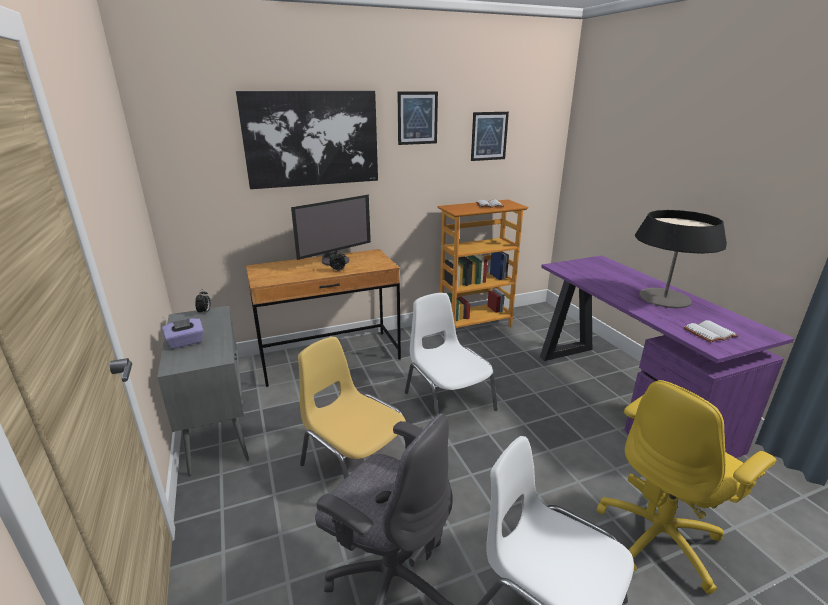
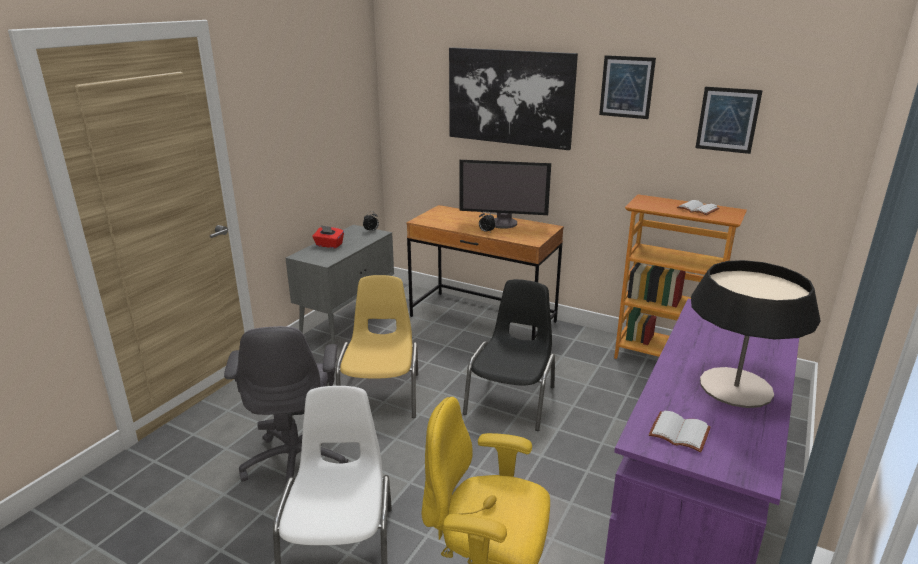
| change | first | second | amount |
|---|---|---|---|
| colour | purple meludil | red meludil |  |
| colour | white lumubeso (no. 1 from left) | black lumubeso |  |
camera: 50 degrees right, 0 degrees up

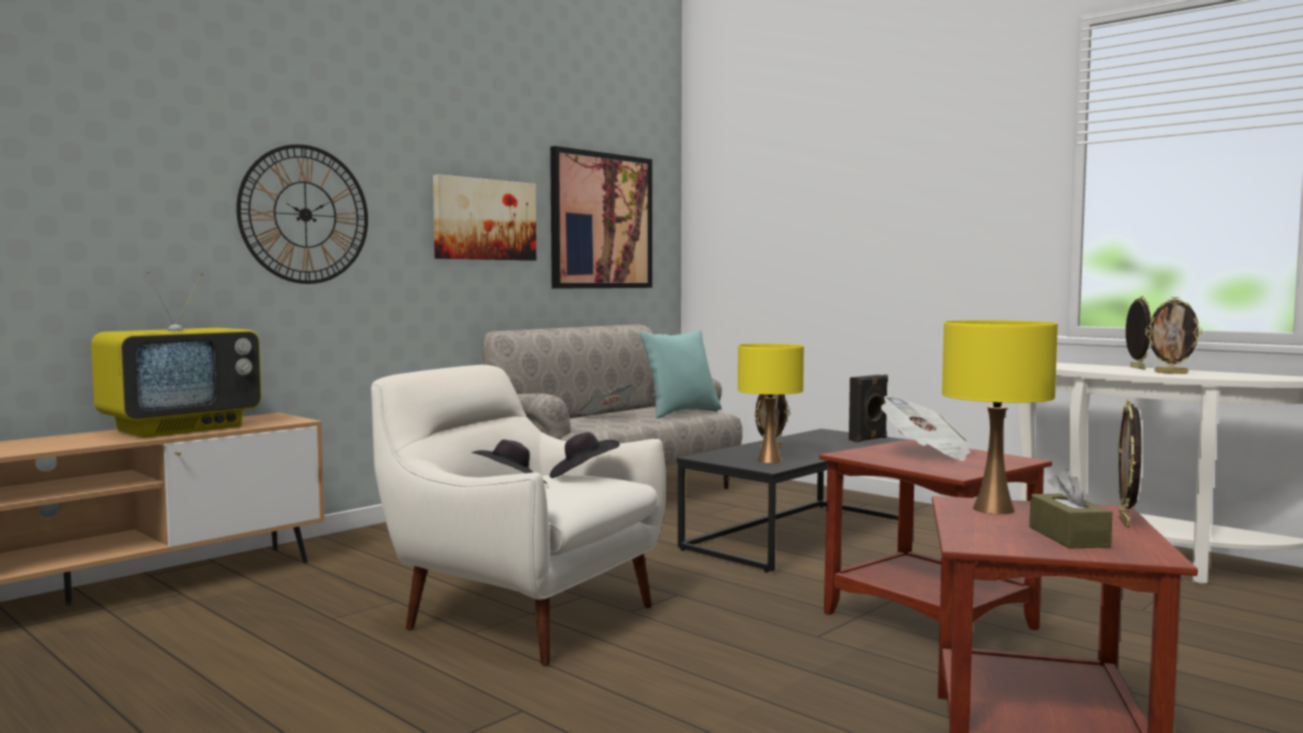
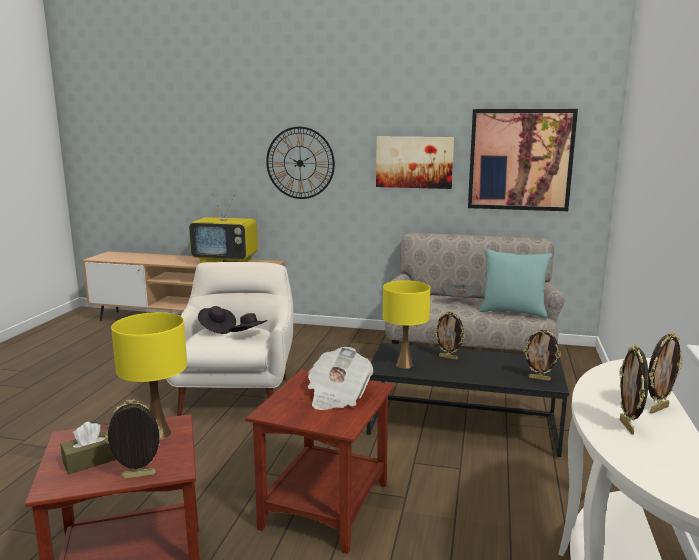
| change | first | second | amount |
|---|---|---|---|
| exchanged | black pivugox | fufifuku (no. 3 from left) |  |
camera: 60 degrees right, 10 degrees up

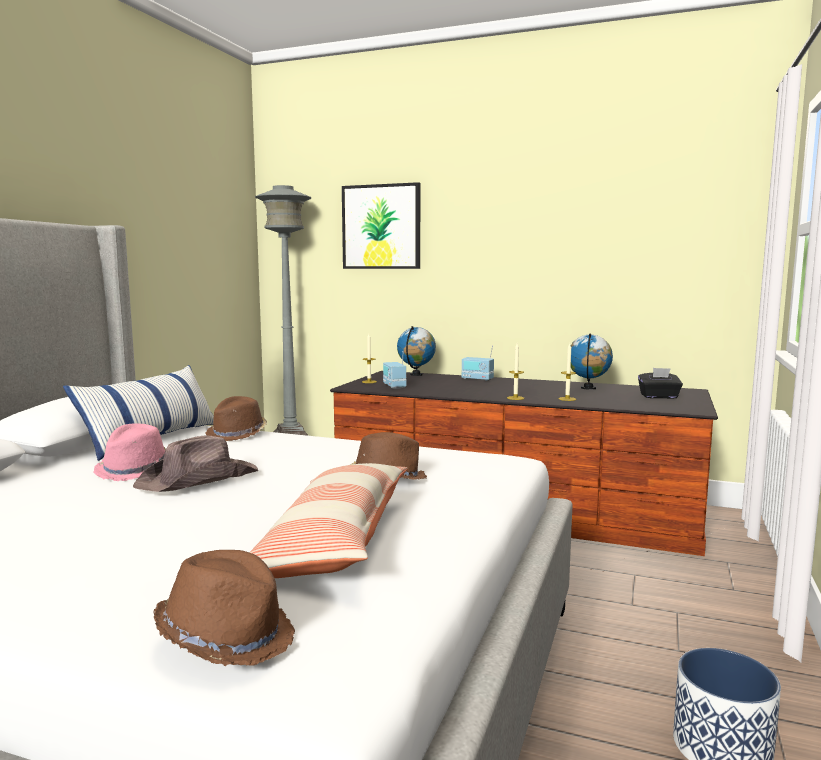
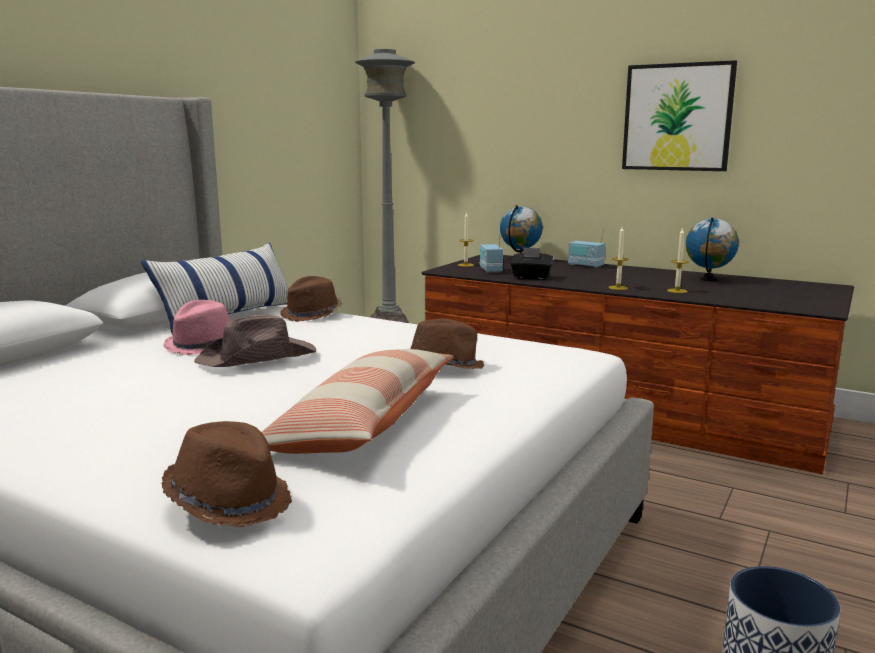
| change | first | second | amount |
|---|---|---|---|
| relocated | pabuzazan |  |  |
| relocated | black meludil |  |  |
camera: 10 degrees right, 5 degrees up

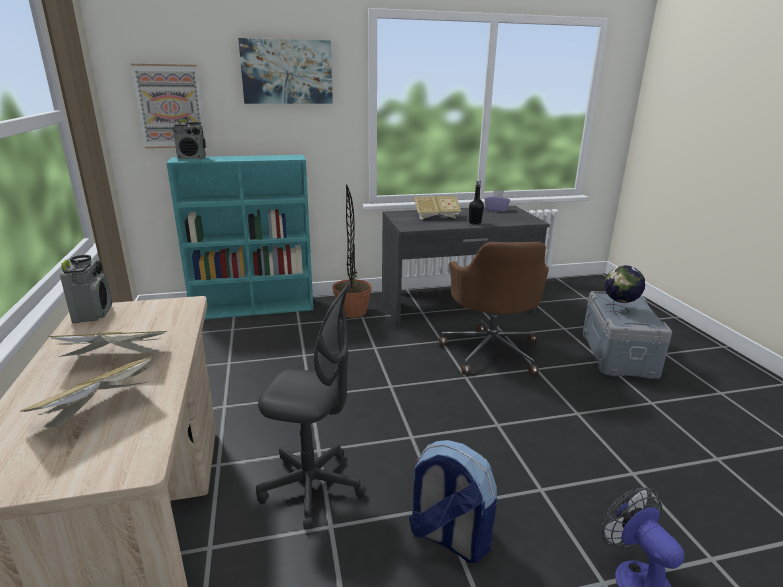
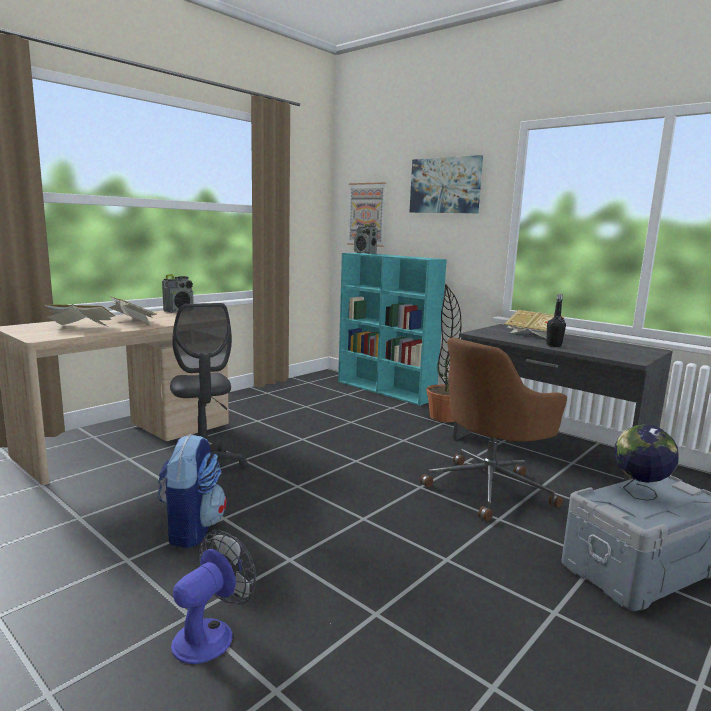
| change | first | second | amount |
|---|---|---|---|
| missing | purple meludil |  |  |
camera: 55 degrees right, 10 degrees down

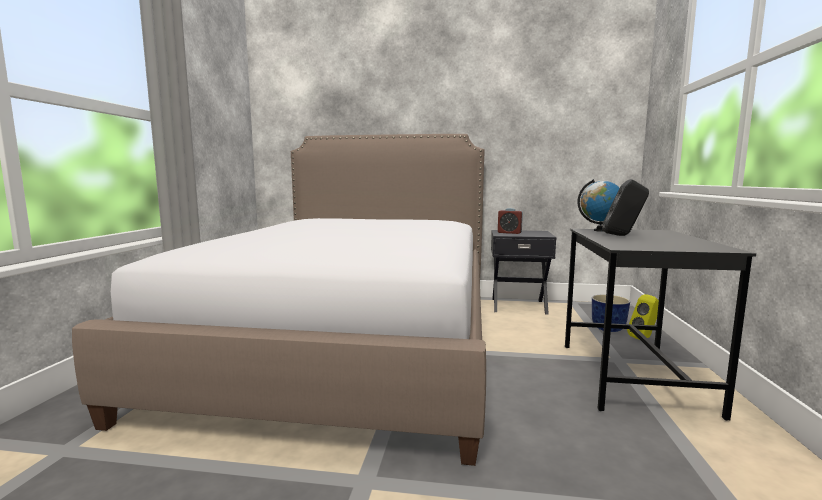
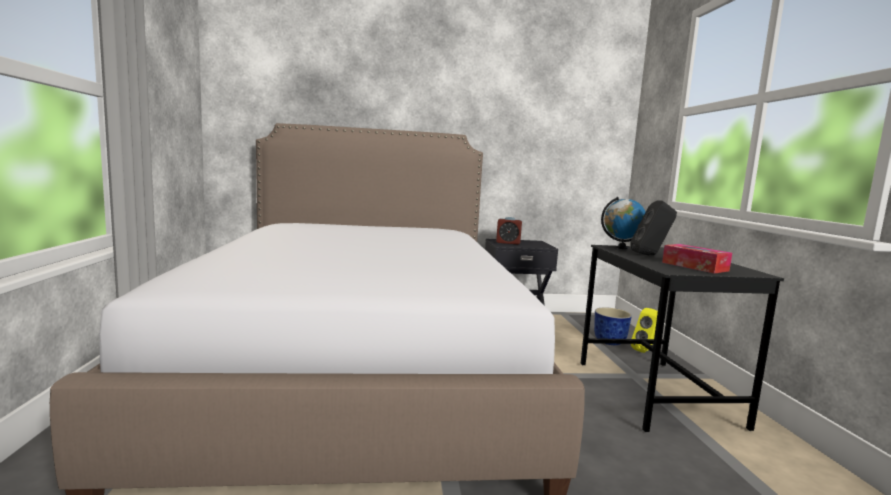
| change | first | second | amount |
|---|---|---|---|
| appeared |  | meludil |  |
camera: 15 degrees left, 0 degrees up

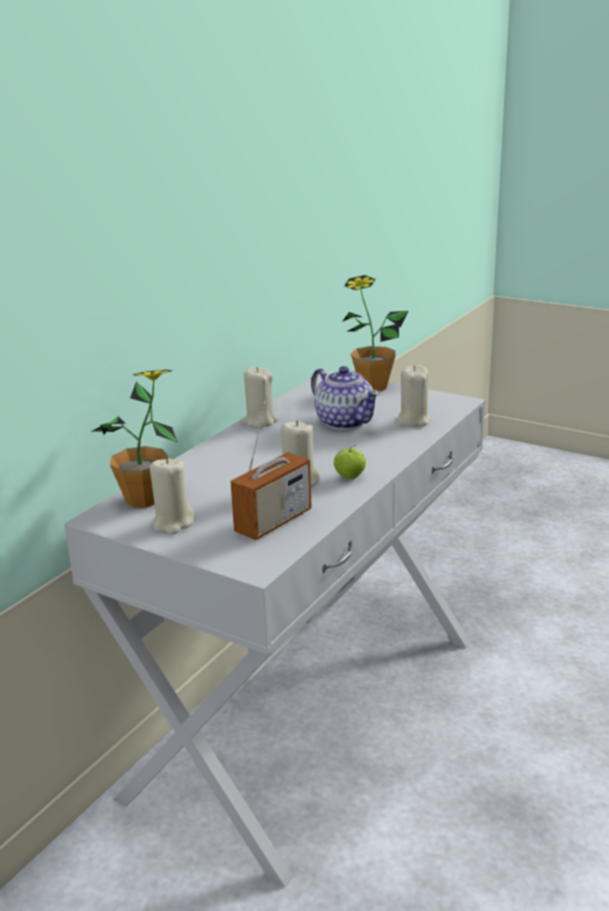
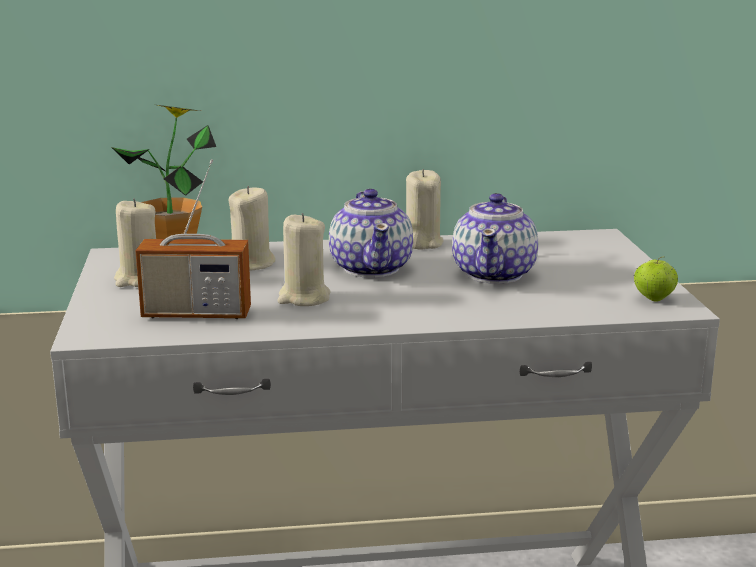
| change | first | second | amount |
|---|---|---|---|
| missing | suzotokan (no. 2 from left) |  |  |
| appeared |  | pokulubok (no. 1 from left) |  |
| relocated | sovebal |  |  |
| relocated | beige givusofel (no. 4 from left in the first image) | beige givusofel (no. 2 from left) |  |
camera: 50 degrees right, 5 degrees down

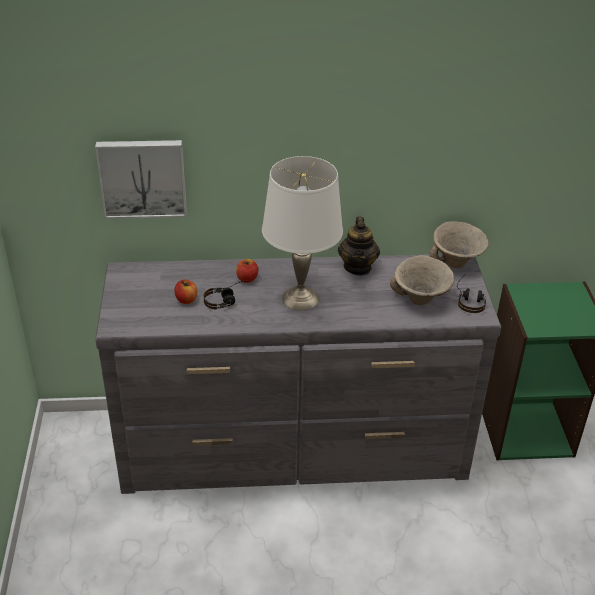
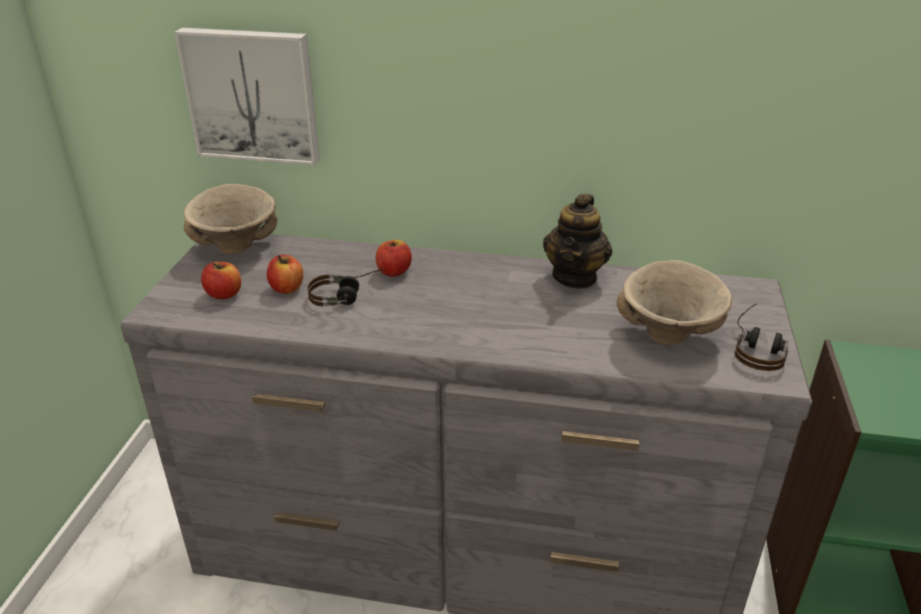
| change | first | second | amount |
|---|---|---|---|
| missing | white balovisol |  |  |
| appeared |  | sovebal (no. 1 from left) |  |
| relocated | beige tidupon (no. 2 from left in the first image) | beige tidupon (no. 1 from left) |  |
camera: 15 degrees right, 5 degrees down

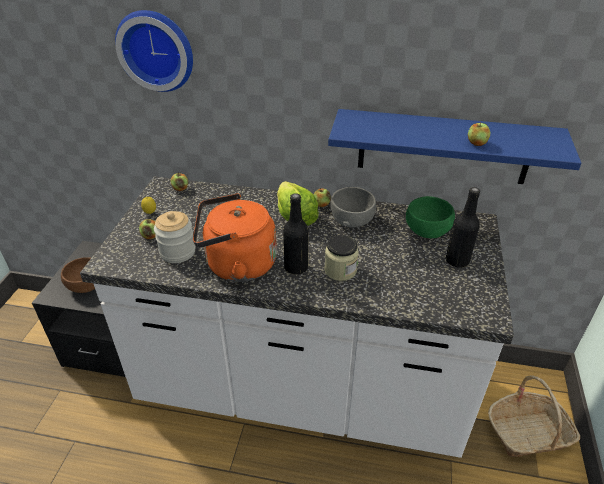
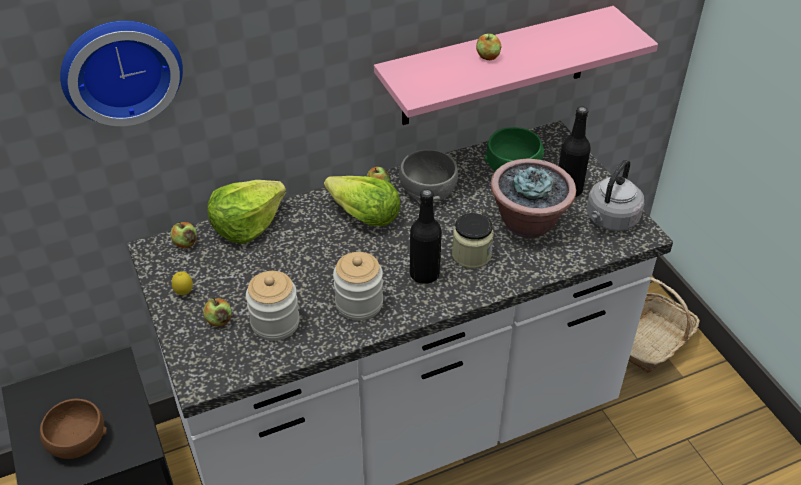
| change | first | second | amount |
|---|---|---|---|
| appeared |  | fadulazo (no. 1 from left) |  |
| appeared |  | suzotokan |  |
| appeared |  | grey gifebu |  |
| relocated | sovebal (no. 4 from left) |  |  |
| exchanged | orange gifebu | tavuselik (no. 2 from left) |  |
| colour | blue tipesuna | pink tipesuna |  |
camera: 35 degrees left, 5 degrees up

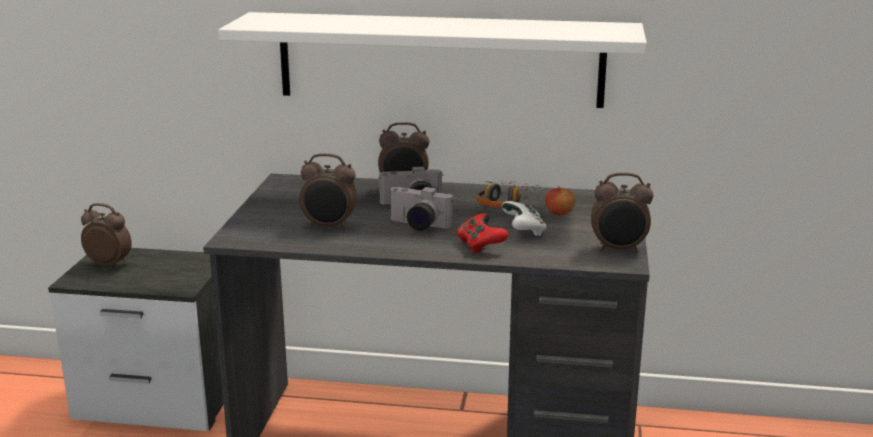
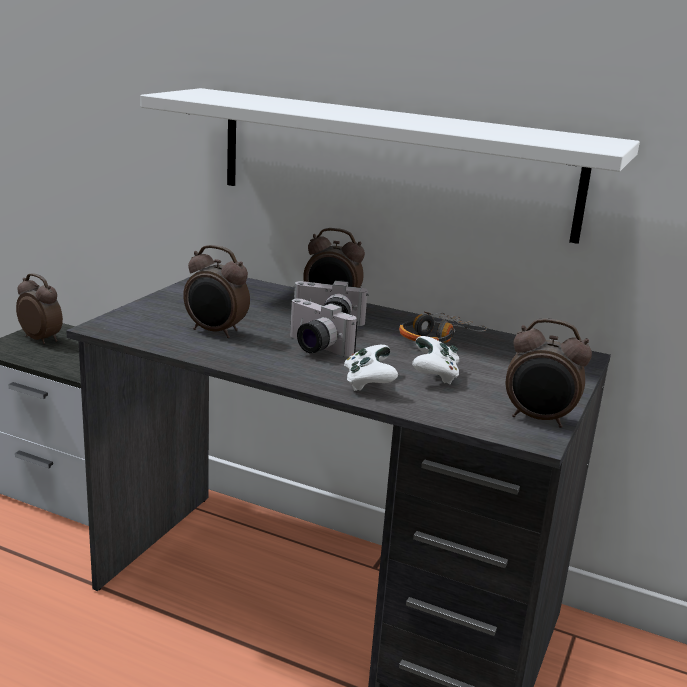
| change | first | second | amount |
|---|---|---|---|
| missing | sovebal |  |  |
| colour | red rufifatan | white rufifatan (no. 1 from left) |  |
camera: 15 degrees right, 0 degrees up

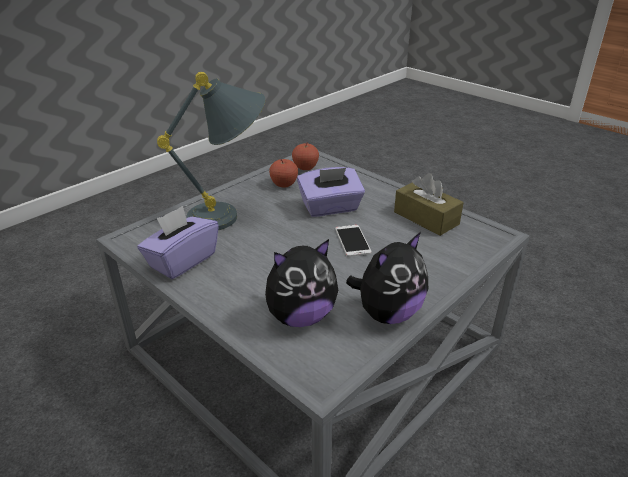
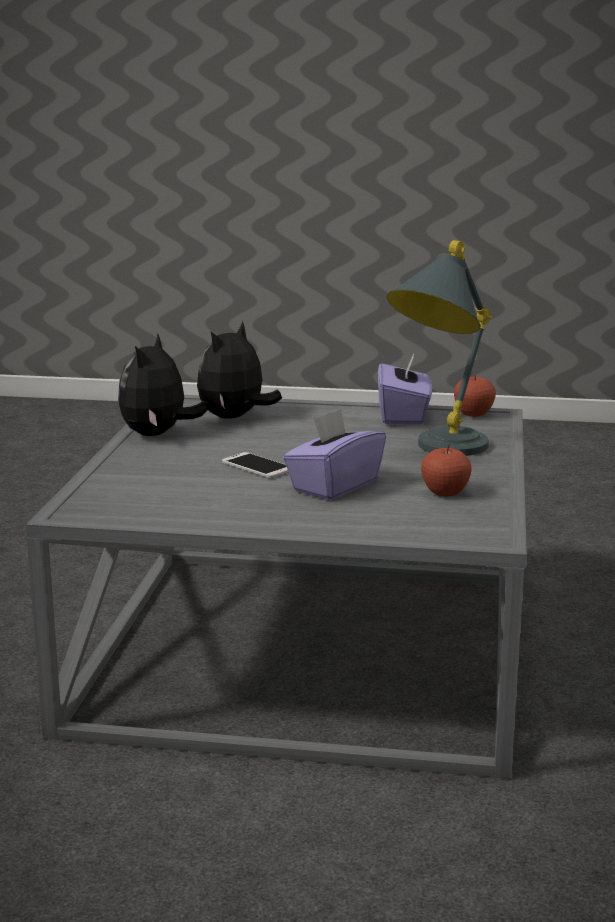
| change | first | second | amount |
|---|---|---|---|
| missing | brown meludil |  |  |
| relocated | sovebal (no. 2 from left) |  |  |
camera: 145 degrees right, 15 degrees down

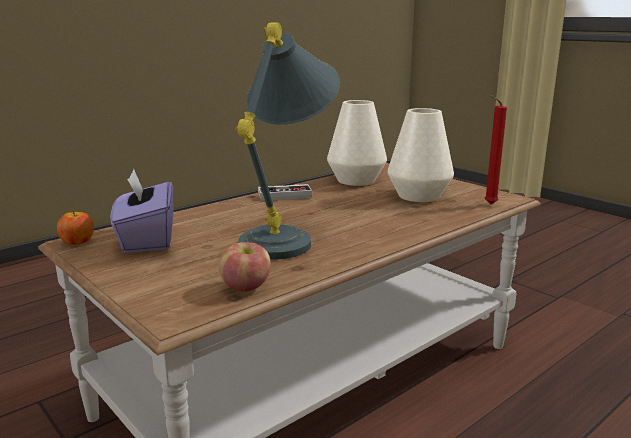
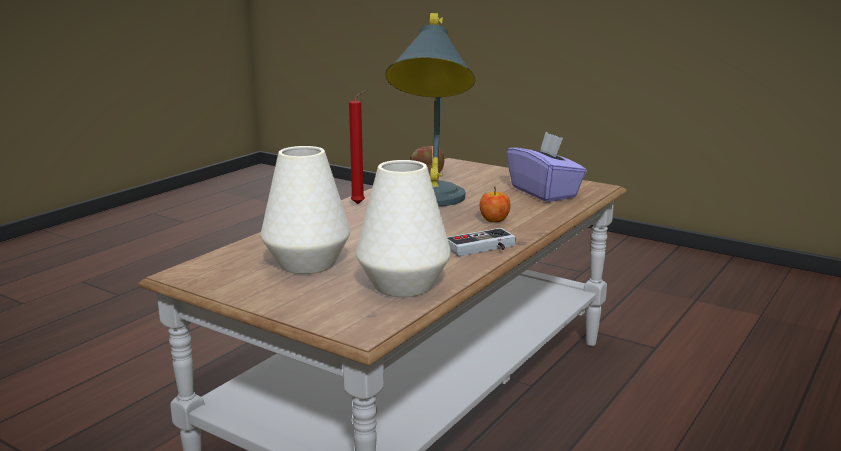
| change | first | second | amount |
|---|---|---|---|
| relocated | sovebal (no. 1 from left in the first image) | sovebal (no. 2 from left) |  |
| relocated | red givusofel |  |  |
camera: 165 degrees right, 0 degrees up

